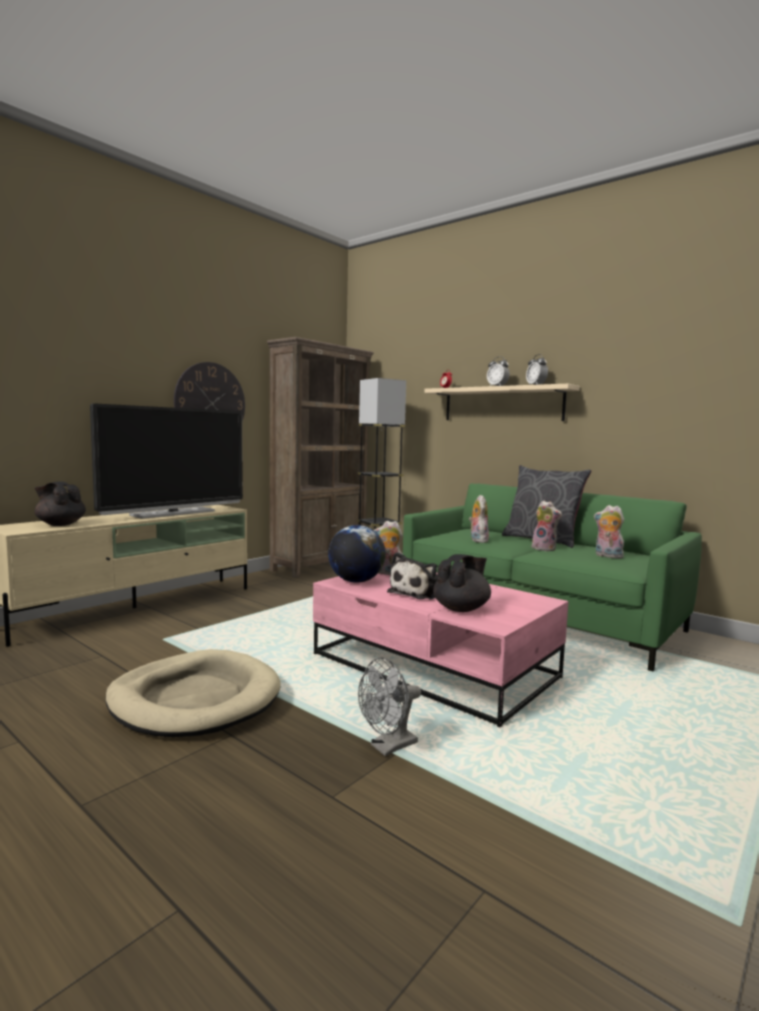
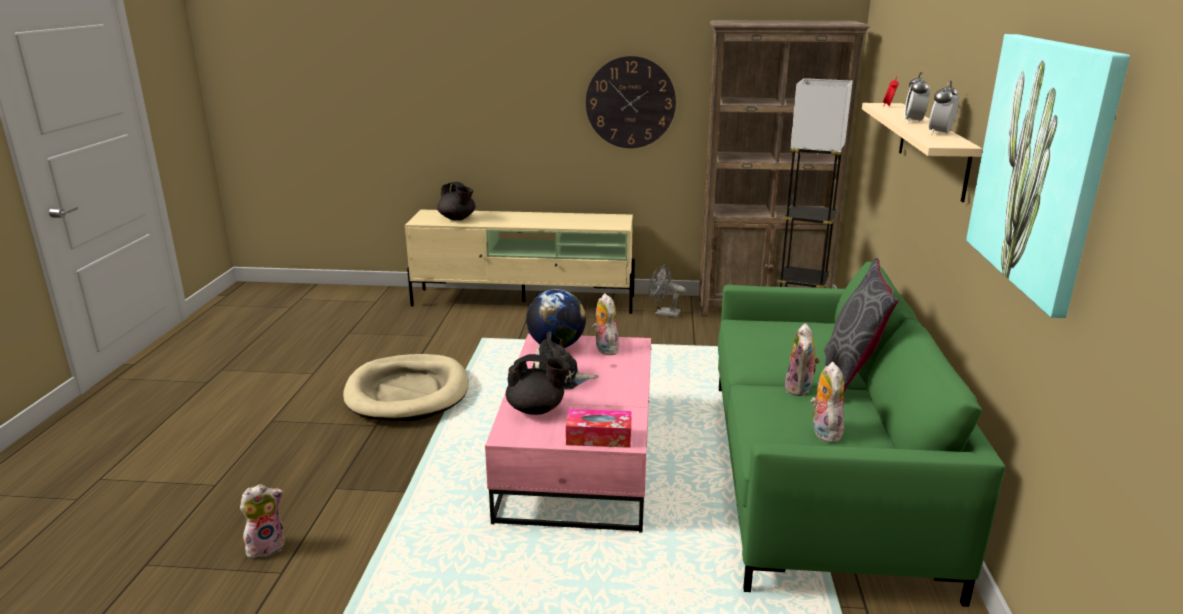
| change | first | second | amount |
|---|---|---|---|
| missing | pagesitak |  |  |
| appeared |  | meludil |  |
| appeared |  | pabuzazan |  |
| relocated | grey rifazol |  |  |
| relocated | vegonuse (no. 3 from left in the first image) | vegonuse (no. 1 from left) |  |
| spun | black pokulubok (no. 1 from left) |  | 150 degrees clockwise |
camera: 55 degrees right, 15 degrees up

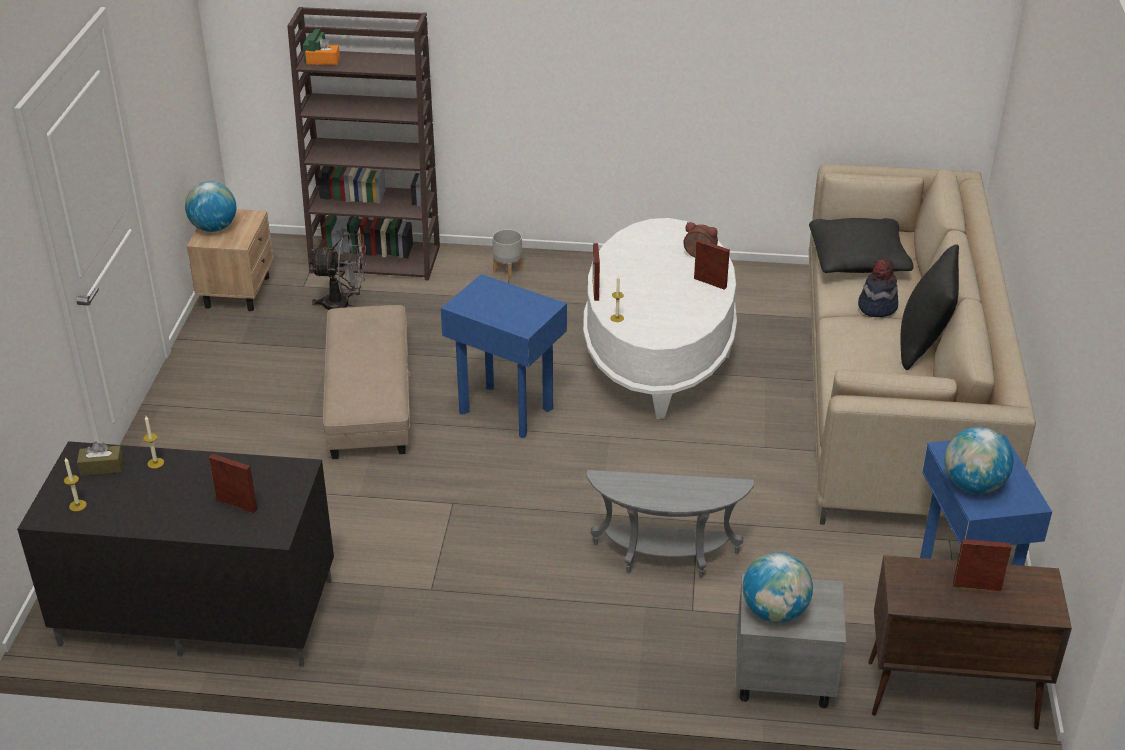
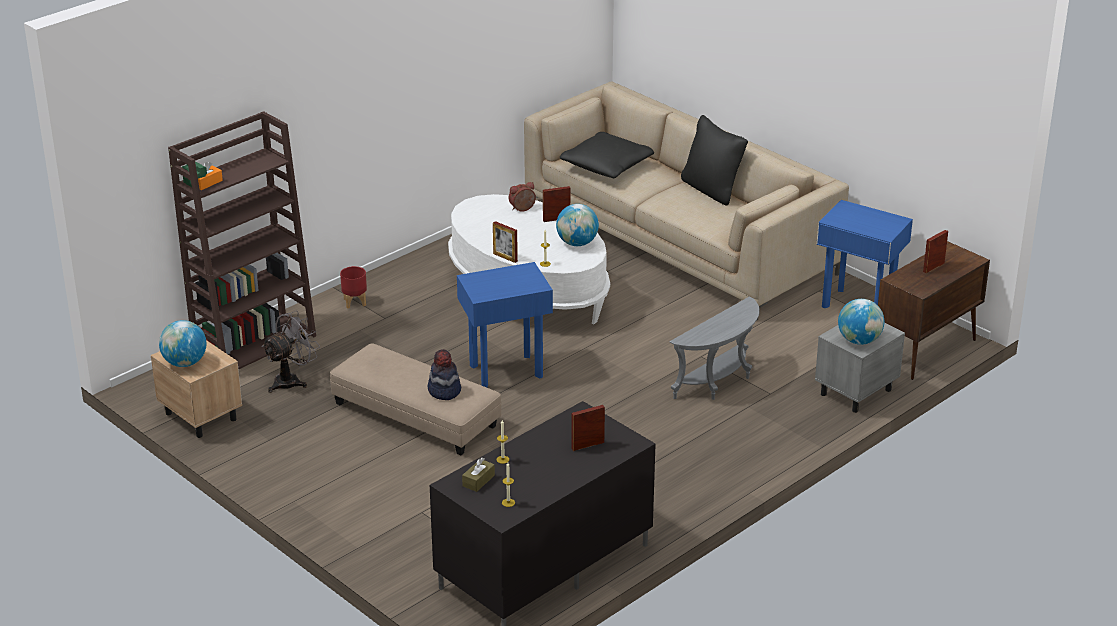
| change | first | second | amount |
|---|---|---|---|
| relocated | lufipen |  |  |
| relocated | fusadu (no. 3 from left in the first image) | fusadu (no. 2 from left) |  |
| colour | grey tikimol | red tikimol |  |
camera: 50 degrees left, 5 degrees down

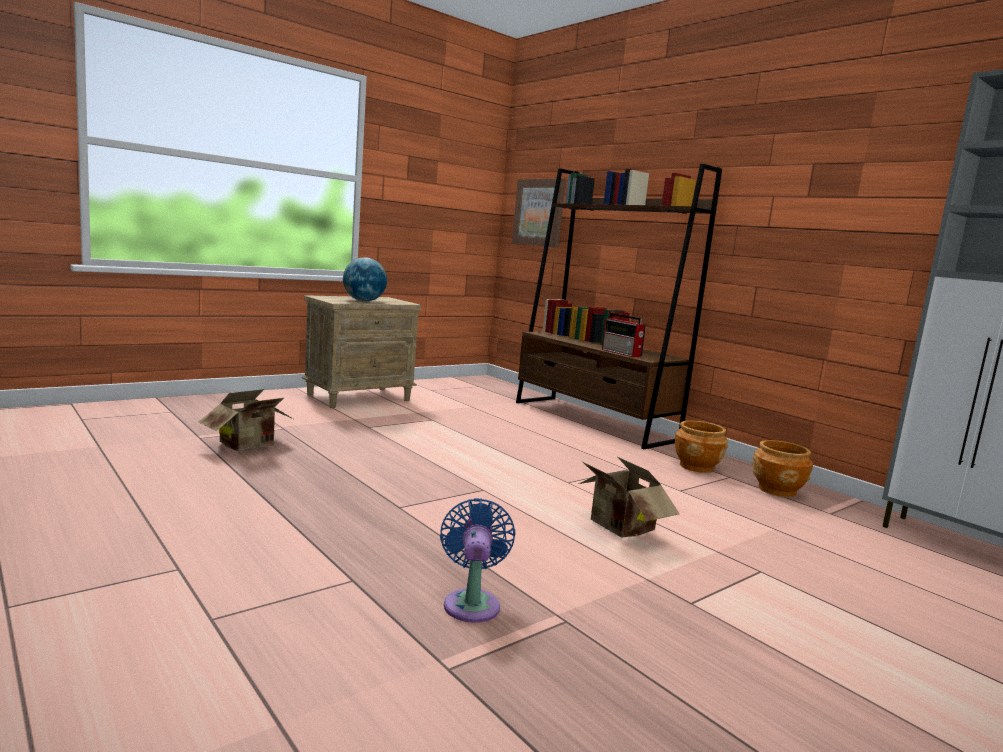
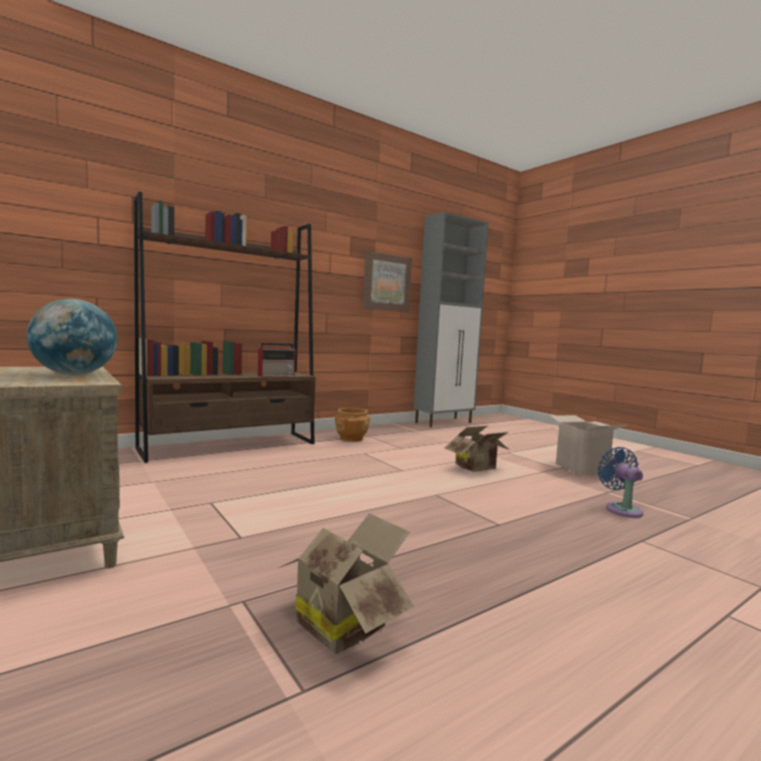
| change | first | second | amount |
|---|---|---|---|
| missing | brown tikimol (no. 2 from left) |  |  |
| appeared |  | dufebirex (no. 3 from left) |  |
| relocated | pabuzazan |  |  |
| spun | blue rifazol |  | 75 degrees clockwise |
camera: 85 degrees left, 5 degrees down

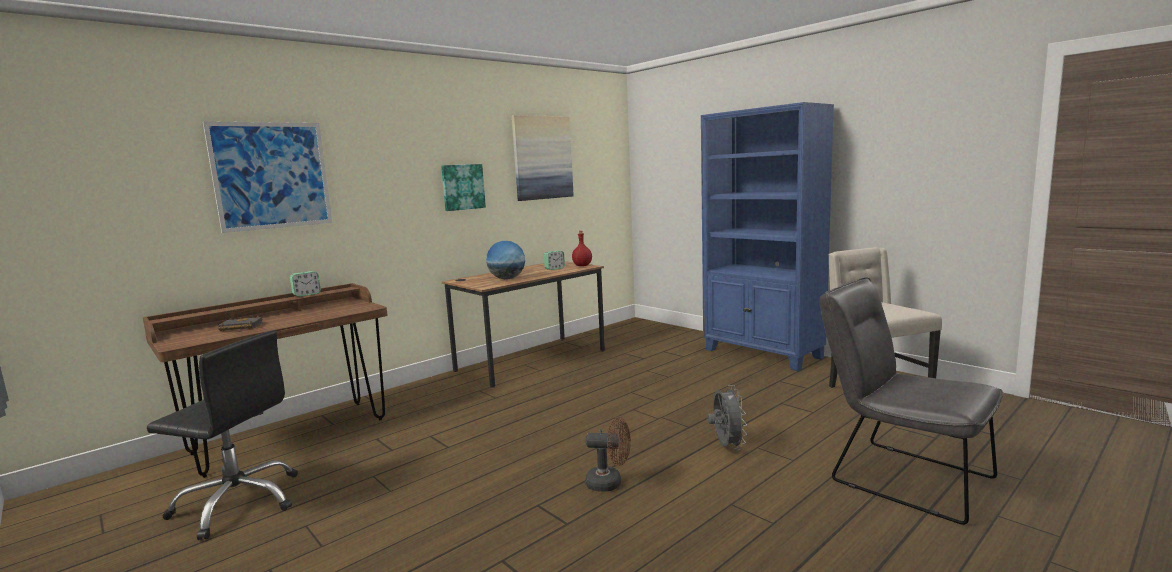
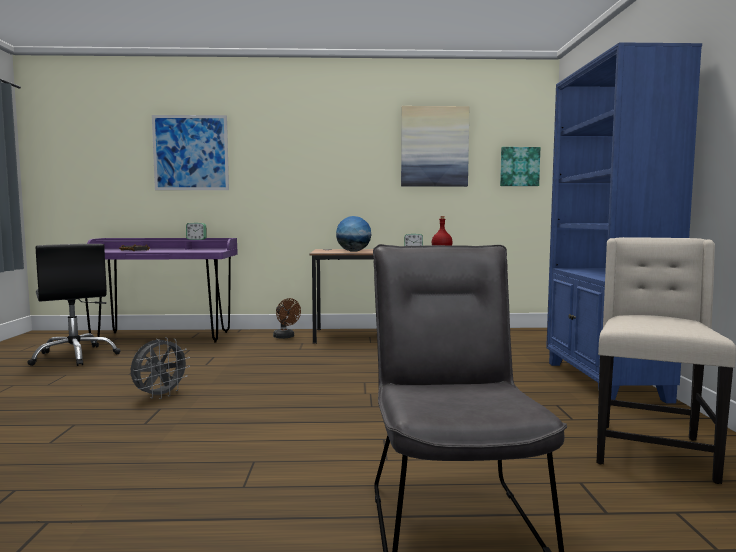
| change | first | second | amount |
|---|---|---|---|
| relocated | pabuzazan (no. 2 from left in the first image) | pabuzazan (no. 3 from left) |  |
| relocated | brown rifazol |  |  |
| relocated | grey rifazol |  |  |
| colour | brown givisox (no. 1 from left) | purple givisox |  |
camera: 40 degrees right, 5 degrees down

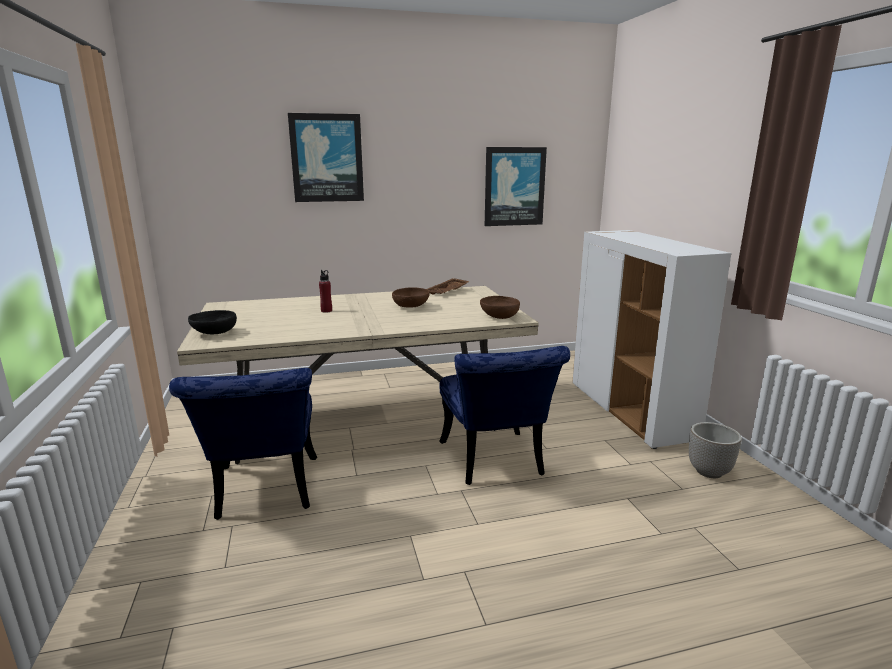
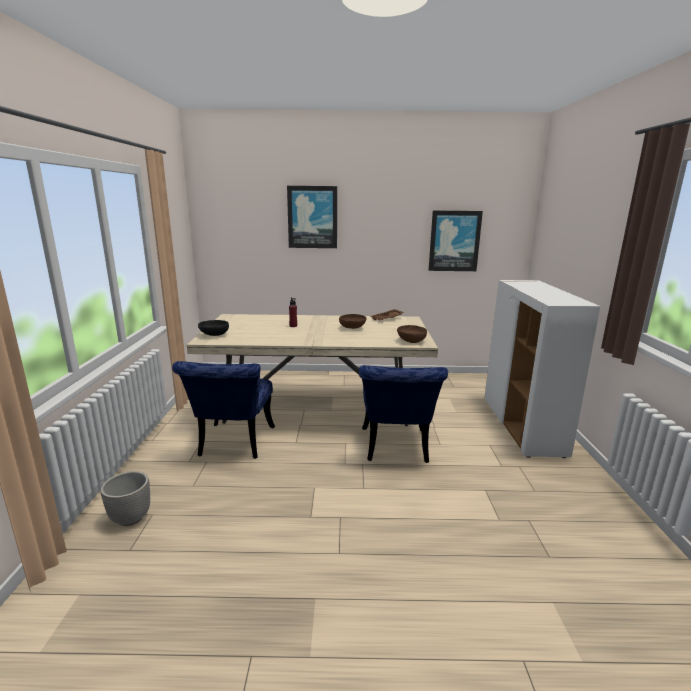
| change | first | second | amount |
|---|---|---|---|
| relocated | tikimol |  |  |
camera: 15 degrees right, 0 degrees up

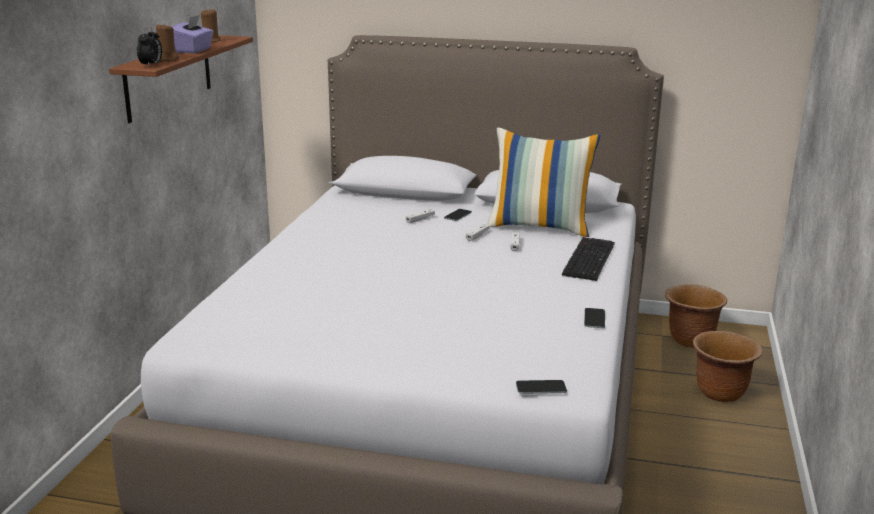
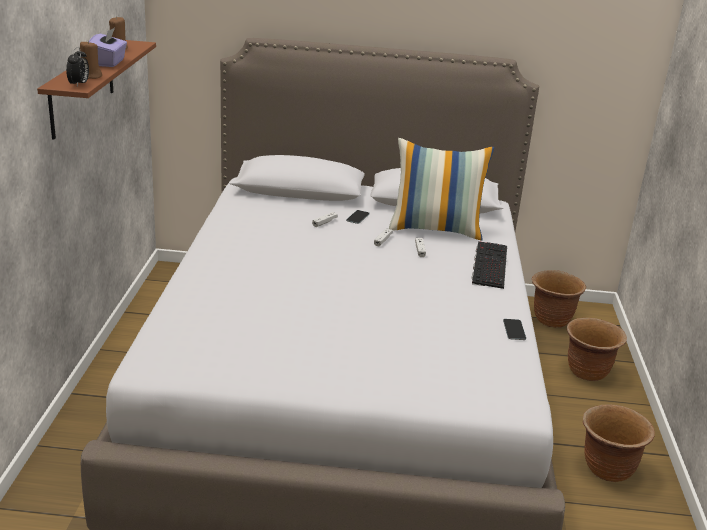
| change | first | second | amount |
|---|---|---|---|
| missing | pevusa (no. 2 from left) |  |  |
| appeared |  | brown tikimol (no. 3 from left) |  |
camera: 10 degrees left, 5 degrees up

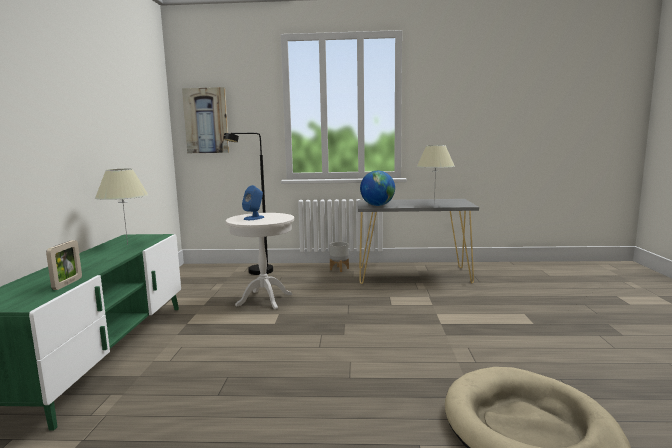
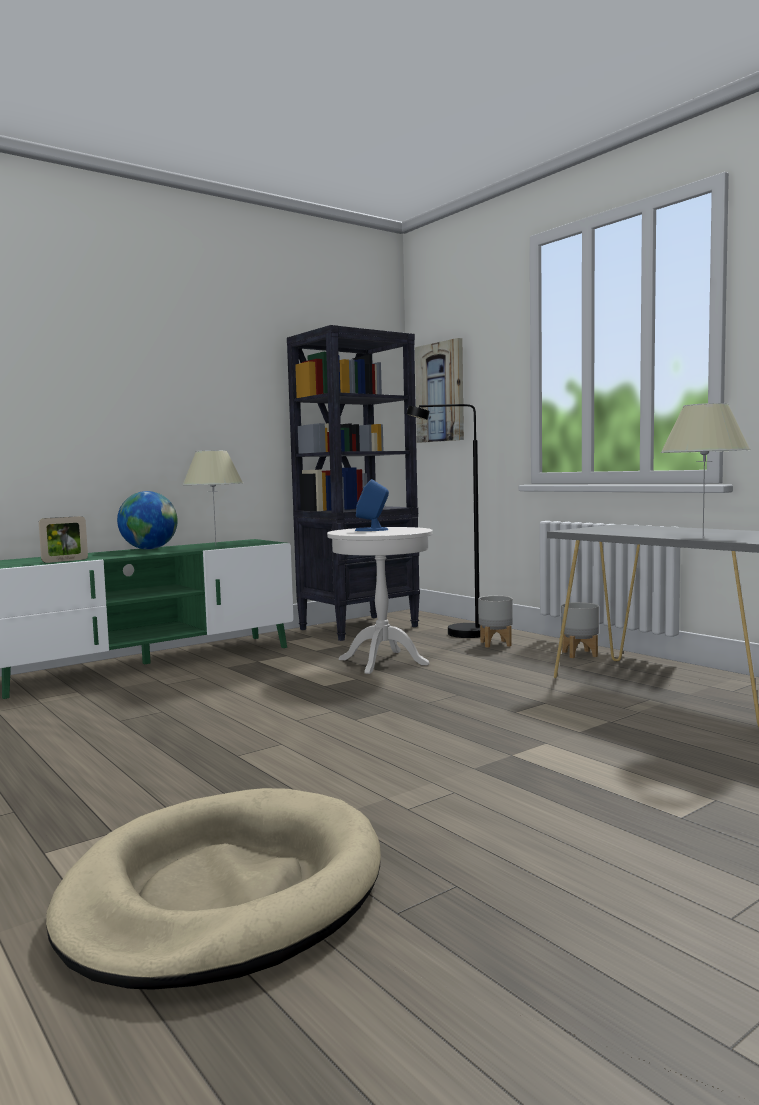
| change | first | second | amount |
|---|---|---|---|
| appeared |  | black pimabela |  |
| appeared |  | grey tikimol (no. 1 from left) |  |
| relocated | fusadu |  |  |
camera: 50 degrees right, 5 degrees down

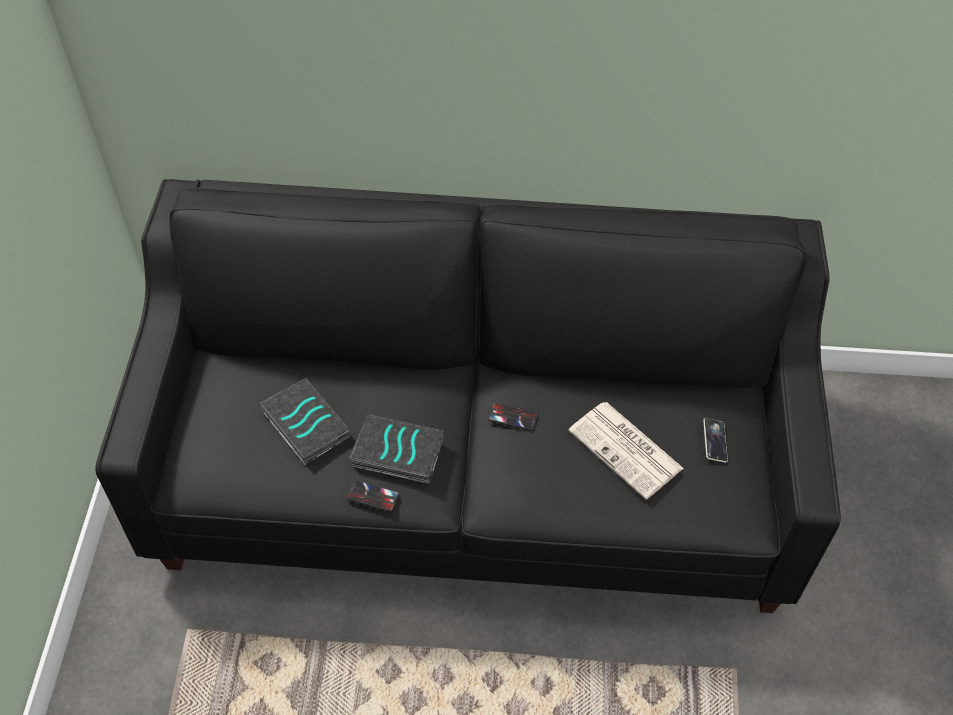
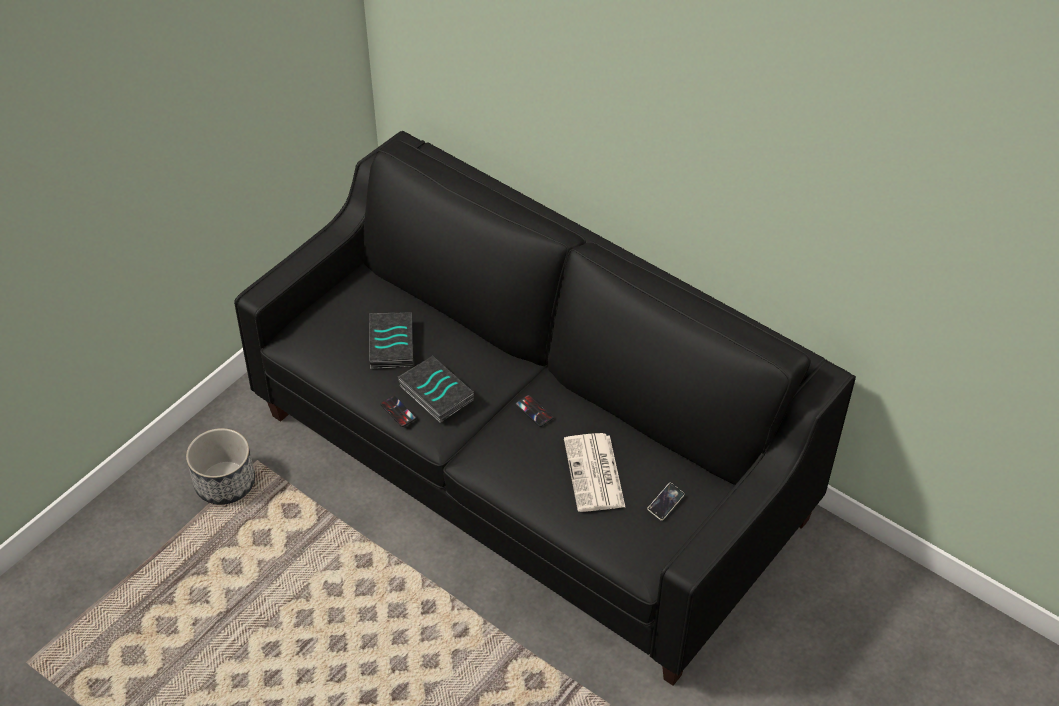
| change | first | second | amount |
|---|---|---|---|
| appeared |  | tikimol |  |
camera: 35 degrees right, 5 degrees down

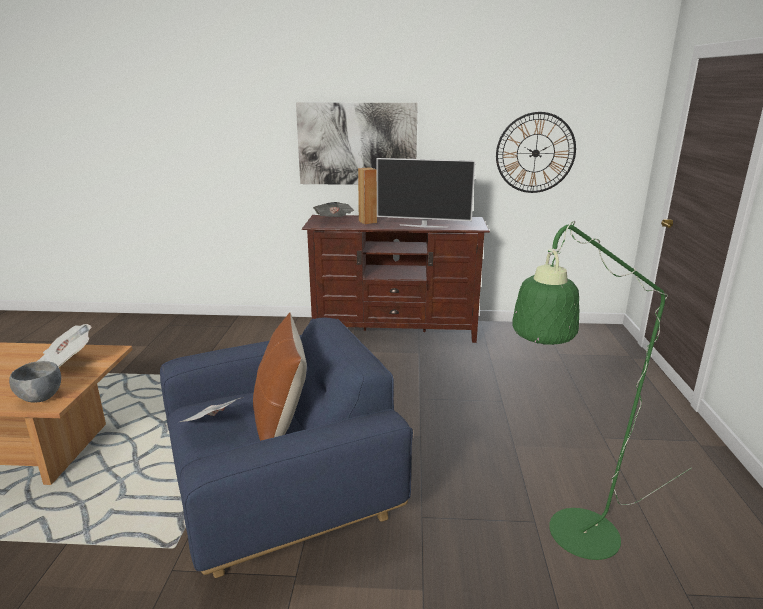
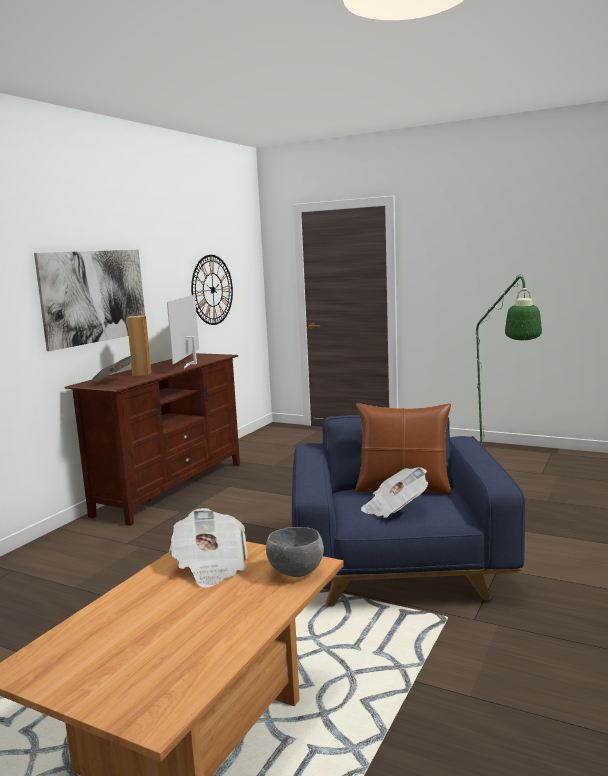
| change | first | second | amount |
|---|---|---|---|
| spun | pagesitak |  | 150 degrees clockwise |
camera: 65 degrees left, 10 degrees down

